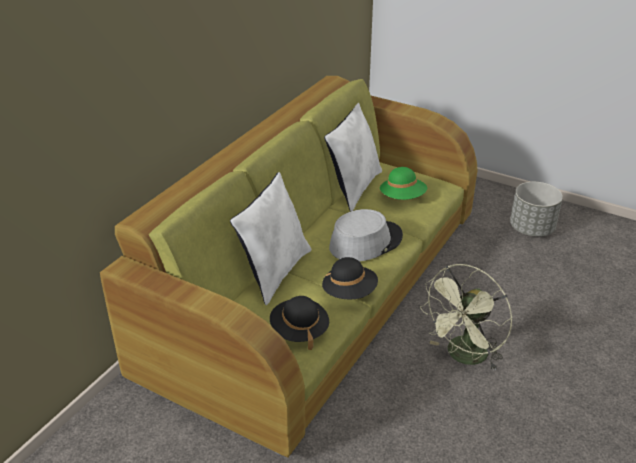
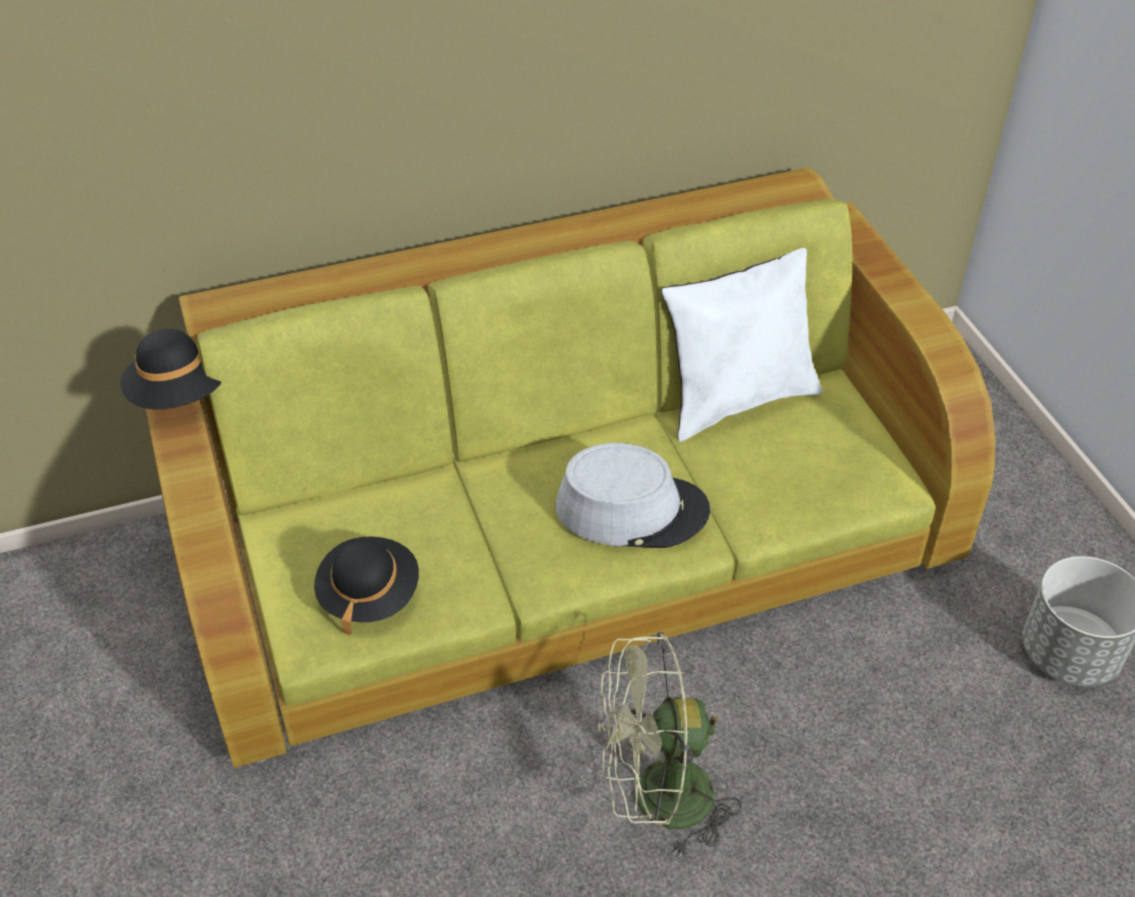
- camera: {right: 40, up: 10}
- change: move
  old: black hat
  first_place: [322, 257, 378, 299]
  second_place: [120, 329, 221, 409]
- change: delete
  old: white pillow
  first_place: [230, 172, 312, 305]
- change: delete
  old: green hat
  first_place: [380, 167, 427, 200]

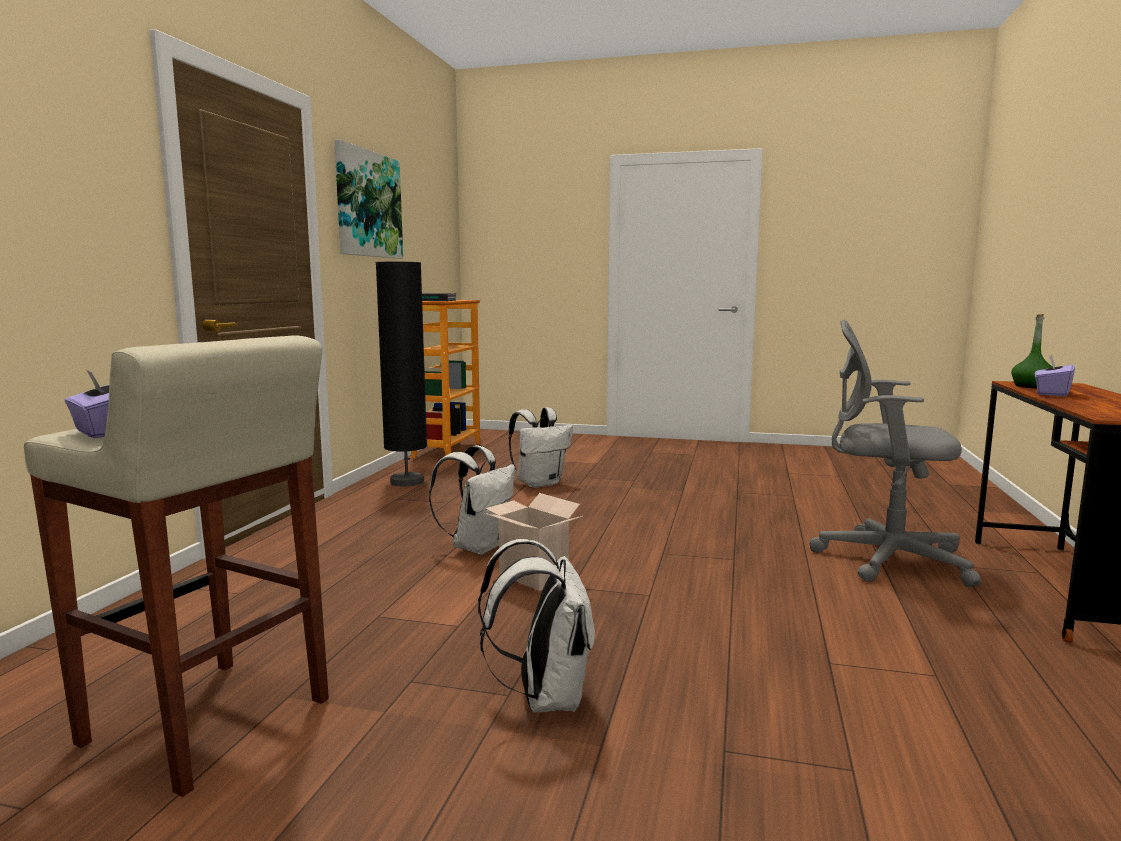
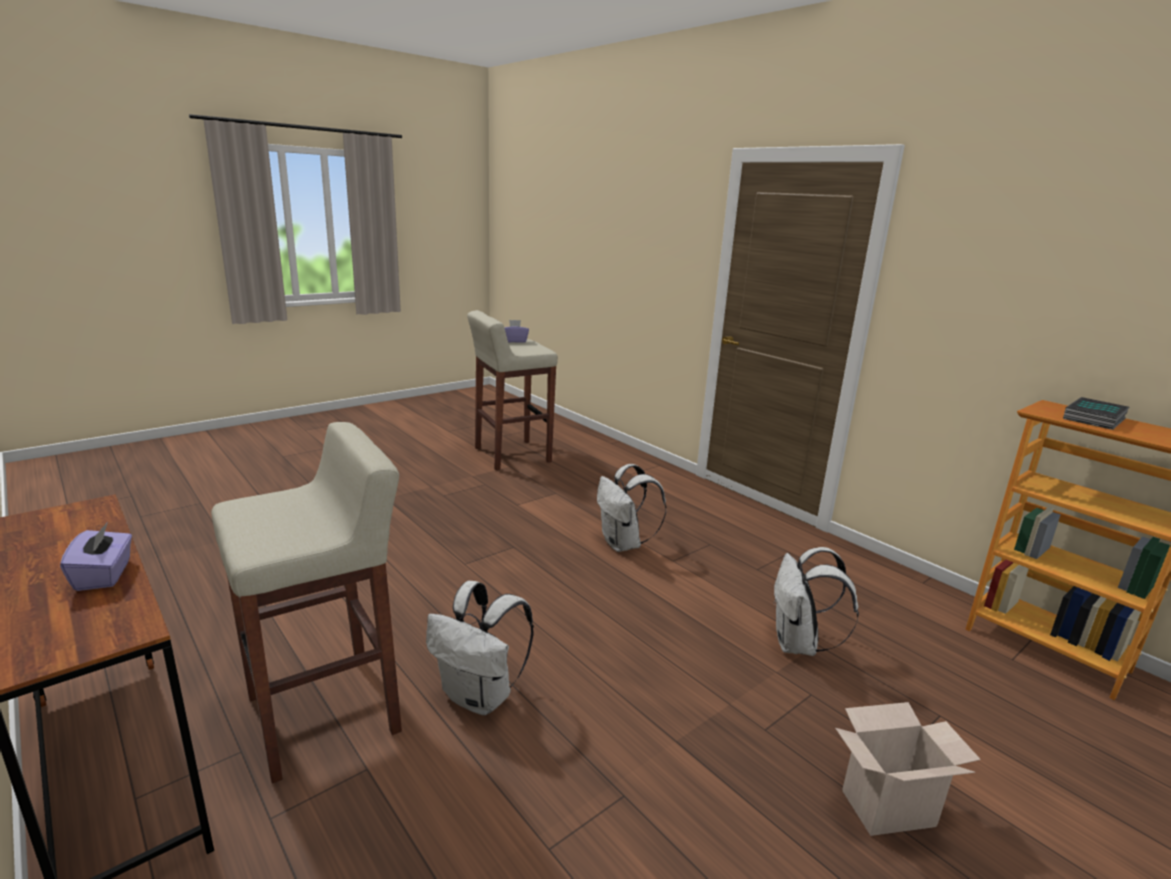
- camera: {right: 125, up: 10}
- change: replace
  old: grey office chair
  new: beige stool
  first_place: [809, 319, 981, 587]
  second_place: [211, 422, 402, 784]
- change: move
  old: white backpack
  first_place: [478, 539, 595, 713]
  second_place: [426, 581, 534, 715]
- change: move
  old: cardboard box
  first_place: [484, 493, 583, 591]
  second_place: [835, 702, 981, 836]
- change: delete
  old: picture
  first_place: [334, 140, 403, 259]
- change: delete
  old: black floor lamp
  first_place: [376, 262, 427, 486]
- change: delete
  old: green bottle
  first_place: [1011, 314, 1053, 388]

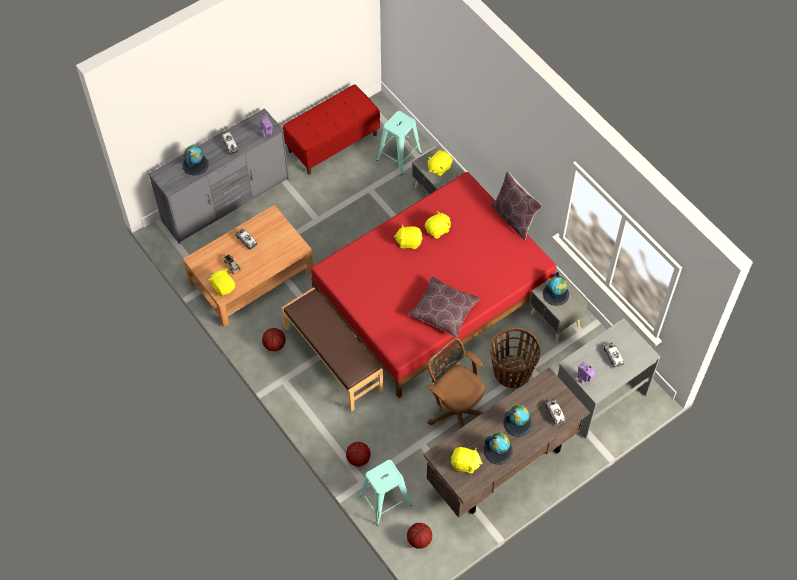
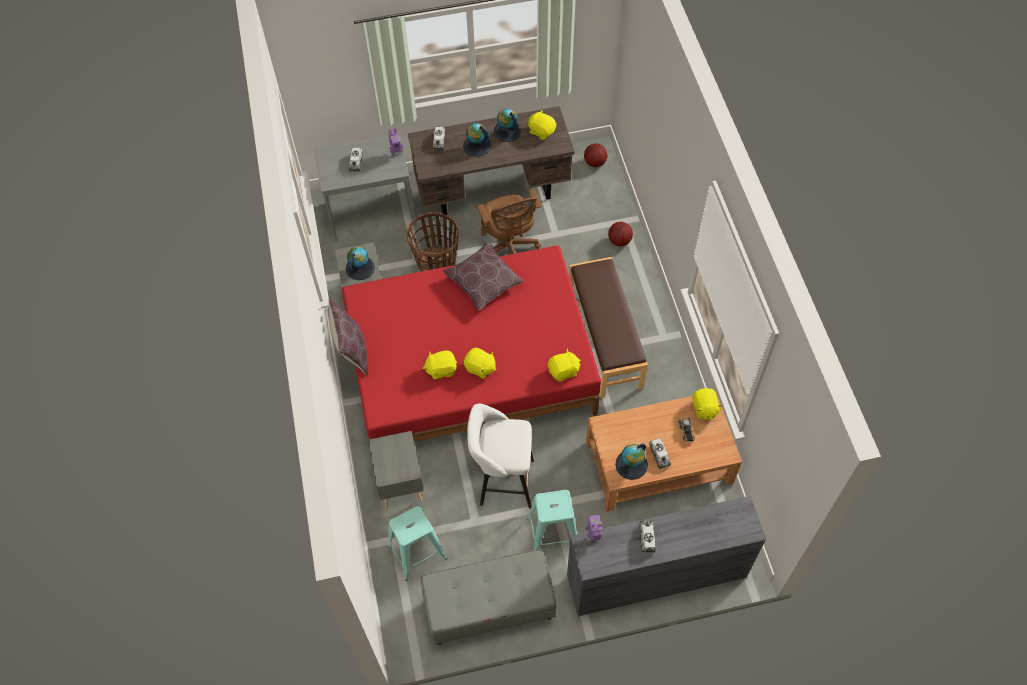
- camera: {right: -155, up: 0}
- change: recolor
  old: red bench
  new: grey bench
  first_place: [283, 85, 380, 175]
  second_place: [421, 549, 556, 645]
- change: insert
  new: white stool
  second_place: [467, 404, 534, 509]
- change: move
  old: turquoise stool
  first_place: [358, 460, 411, 526]
  second_place: [527, 490, 577, 550]
- change: move
  old: yellow plush toy
  first_place: [427, 150, 453, 176]
  second_place: [548, 349, 581, 382]
- change: move
  old: globe
  first_place: [183, 145, 209, 176]
  second_place: [615, 443, 648, 480]
- change: delete
  old: basketball
  first_place: [262, 328, 286, 351]

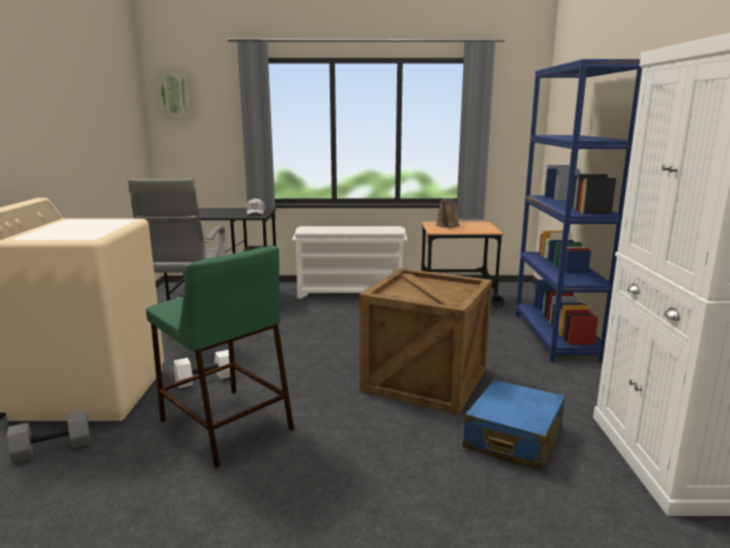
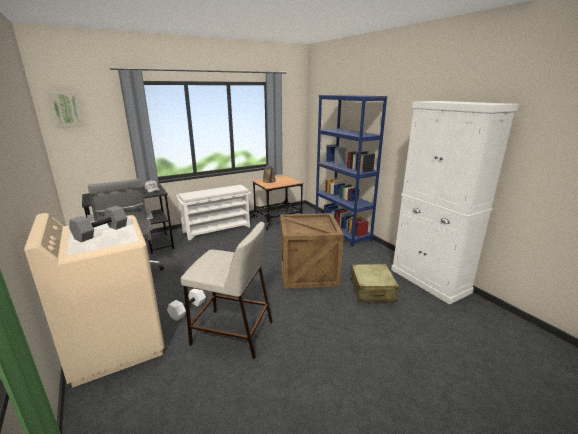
- camera: {right: -30, up: 5}
- change: move
  old: grey dumbbell
  first_place: [7, 410, 91, 463]
  second_place: [69, 206, 127, 242]
- change: recolor
  old: green stool
  new: beige stool
  first_place: [146, 246, 294, 468]
  second_place: [181, 222, 273, 359]
- change: recolor
  old: blue suitcase
  new: beige suitcase
  first_place: [463, 380, 565, 471]
  second_place: [351, 264, 399, 302]

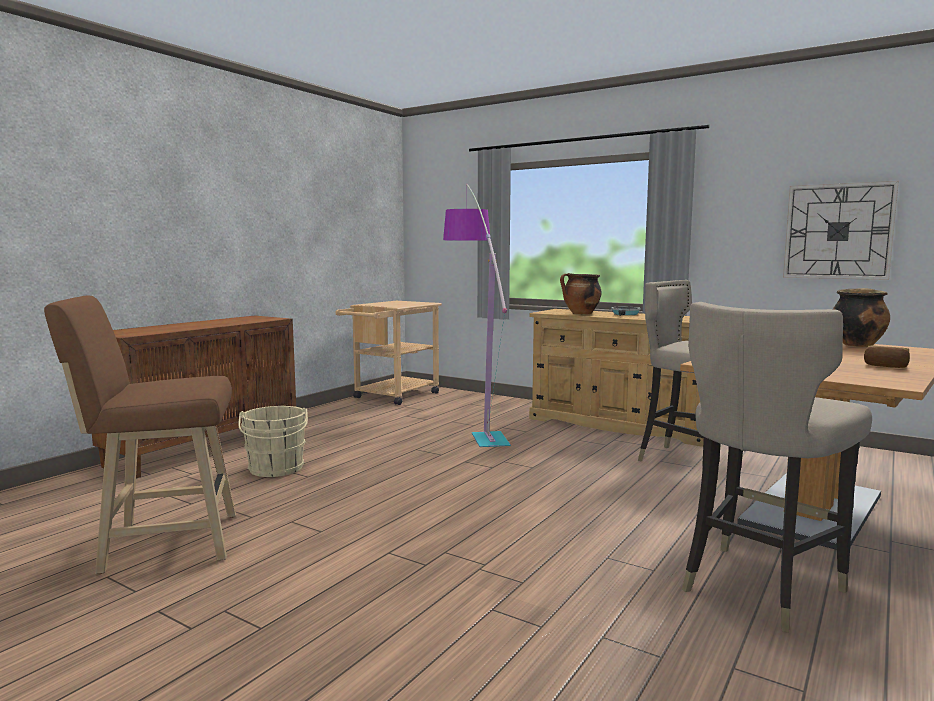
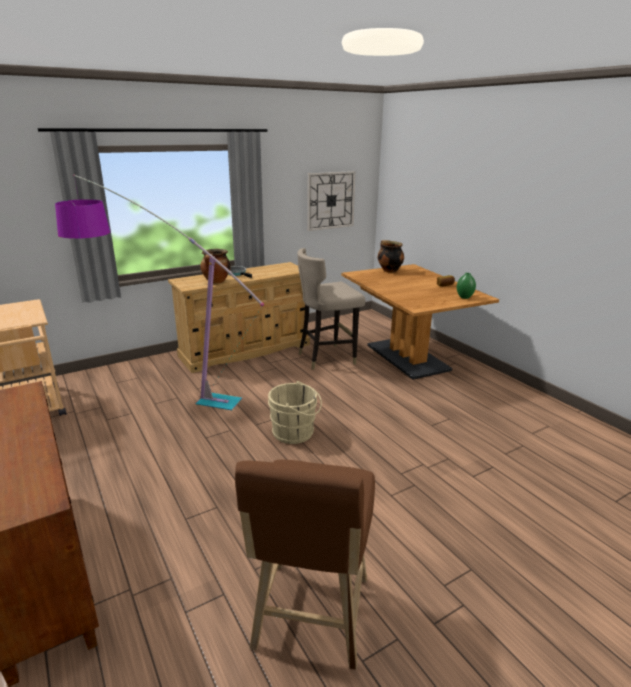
- camera: {right: -65, up: 15}
- change: move
  old: beige bucket
  first_place: [238, 406, 308, 477]
  second_place: [268, 381, 322, 444]
- change: insert
  new: green vase
  second_place: [457, 273, 476, 299]
- change: delete
  old: beige stool
  first_place: [682, 302, 872, 633]

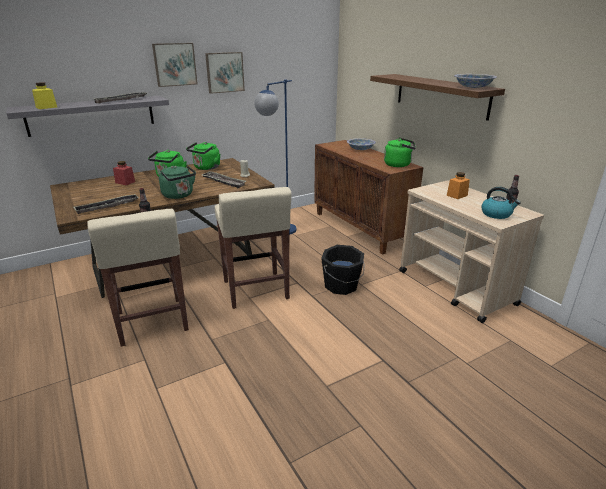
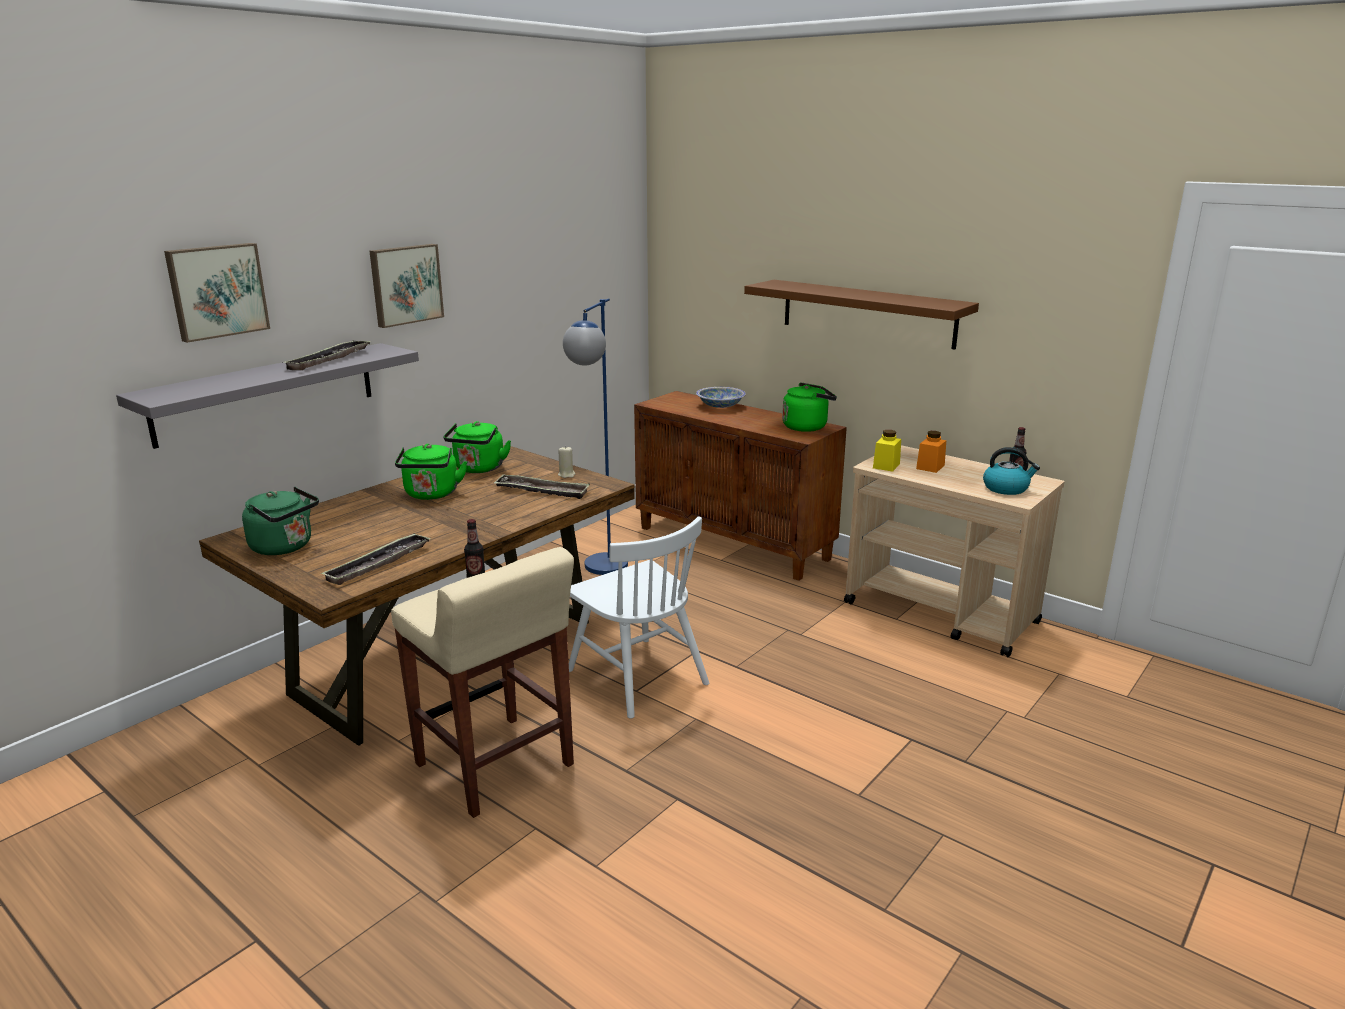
- camera: {right: -20, up: -5}
- change: move
  old: picture
  first_place: [205, 52, 245, 94]
  second_place: [164, 243, 270, 343]
- change: move
  old: green kettle
  first_place: [159, 165, 196, 199]
  second_place: [242, 487, 319, 555]
- change: replace
  old: beige stool
  new: white chair
  first_place: [215, 187, 292, 309]
  second_place: [569, 516, 709, 719]
- change: move
  old: yellow jar
  first_place: [32, 82, 57, 109]
  second_place: [873, 430, 901, 472]
- change: delete
  old: red jar
  first_place: [113, 161, 135, 185]
- change: delete
  old: black bucket
  first_place: [321, 245, 365, 295]
- change: delete
  old: bowl
  first_place: [454, 74, 497, 88]

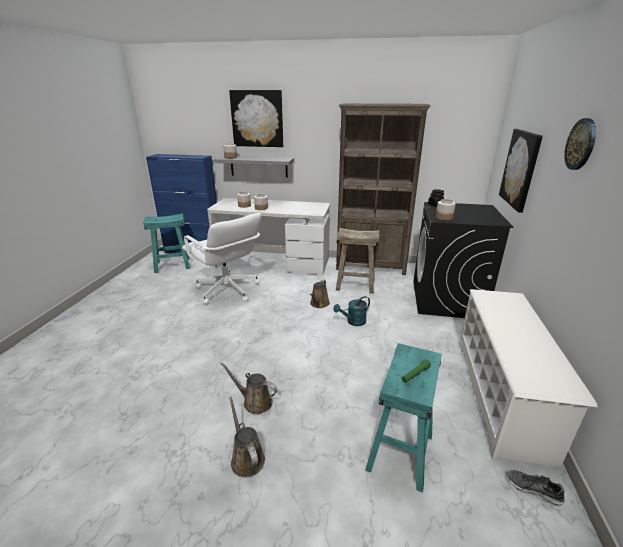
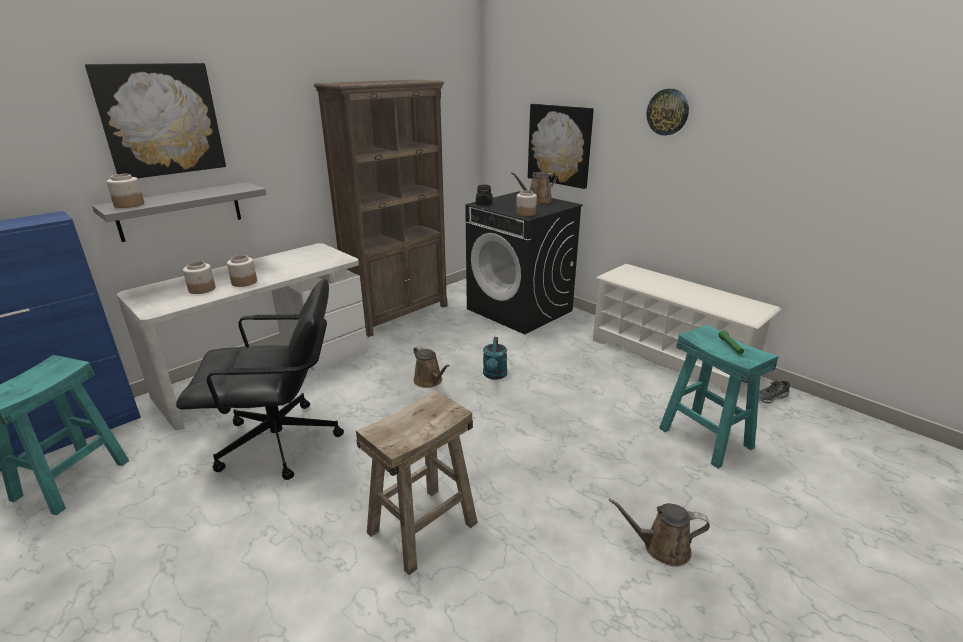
- camera: {right: -55, up: 0}
- change: recolor
  old: white office chair
  new: black office chair
  first_place: [182, 213, 261, 304]
  second_place: [176, 279, 344, 480]
- change: move
  old: beige stool
  first_place: [336, 228, 380, 294]
  second_place: [356, 390, 478, 575]
- change: move
  old: brown watering can
  first_place: [220, 362, 277, 414]
  second_place: [511, 172, 557, 204]

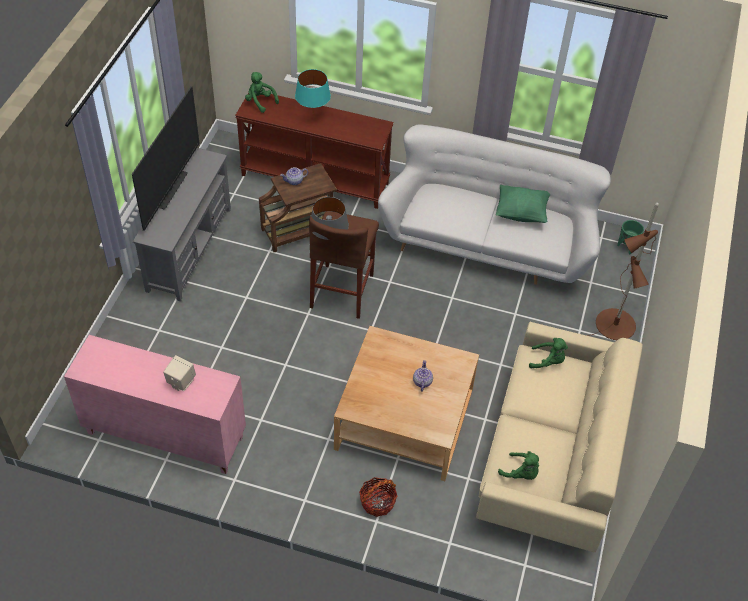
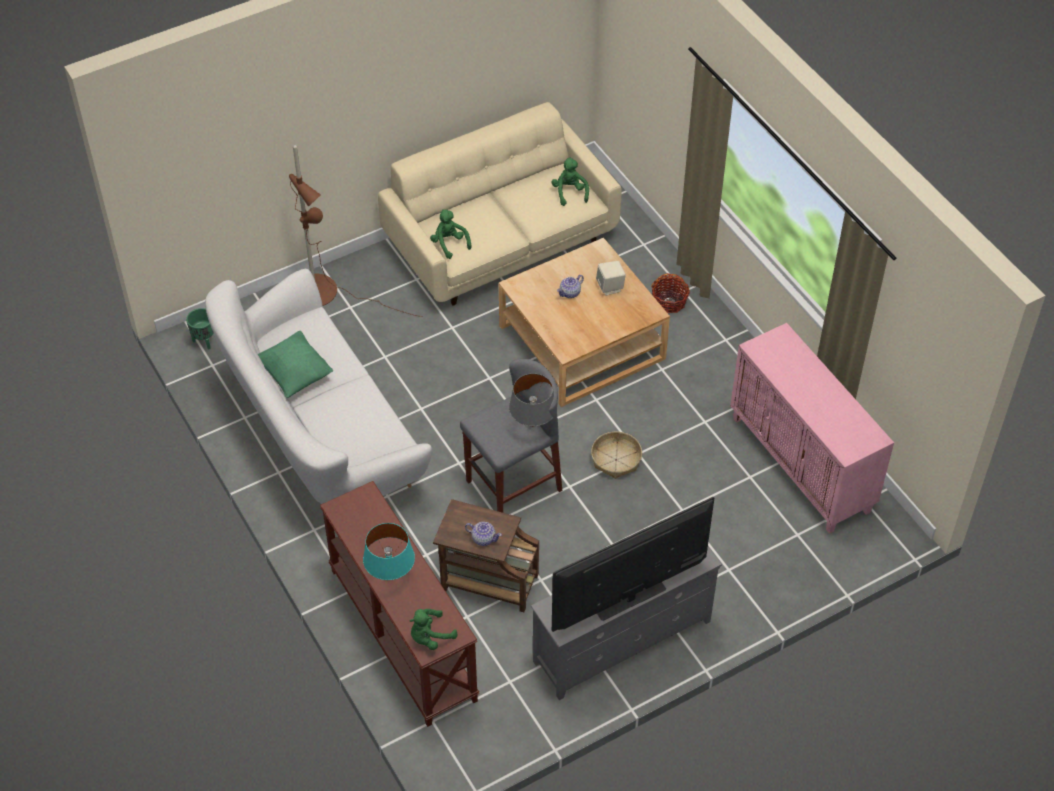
- camera: {right: -135, up: 0}
- change: rotate
  old: green plush toy
  first_place: [245, 72, 279, 113]
  second_place: [410, 609, 458, 650]
  degrees: 60
- change: recolor
  old: brown stool
  new: grey stool
  first_place: [309, 211, 379, 319]
  second_place: [460, 359, 562, 513]
- change: insert
  new: basket
  second_place: [591, 432, 642, 479]
- change: move
  old: beige speaker
  first_place: [163, 355, 196, 391]
  second_place: [596, 261, 626, 296]

